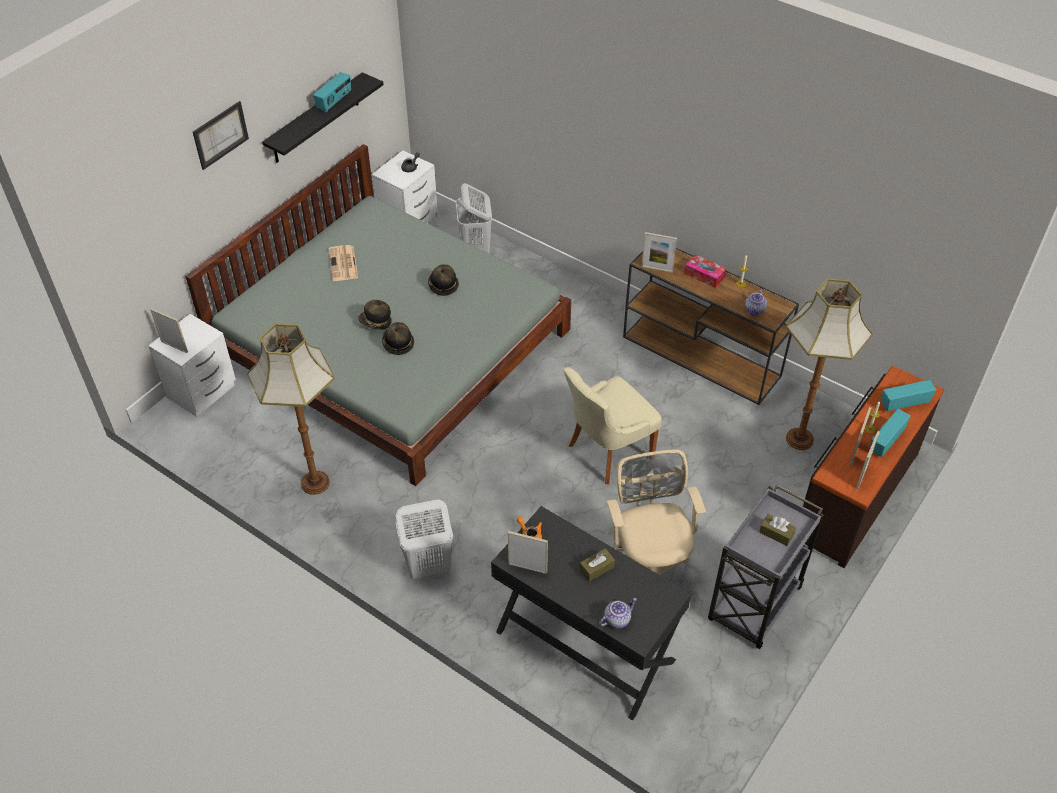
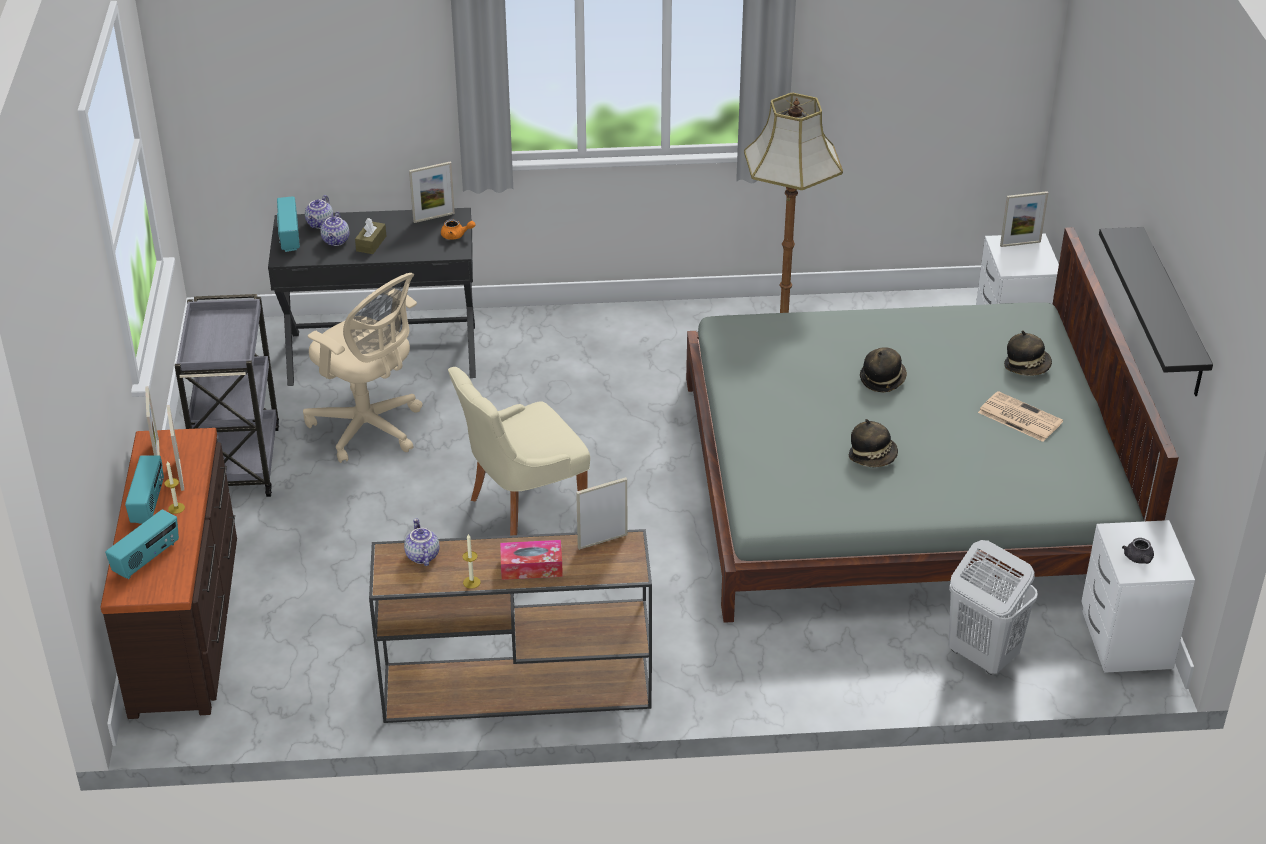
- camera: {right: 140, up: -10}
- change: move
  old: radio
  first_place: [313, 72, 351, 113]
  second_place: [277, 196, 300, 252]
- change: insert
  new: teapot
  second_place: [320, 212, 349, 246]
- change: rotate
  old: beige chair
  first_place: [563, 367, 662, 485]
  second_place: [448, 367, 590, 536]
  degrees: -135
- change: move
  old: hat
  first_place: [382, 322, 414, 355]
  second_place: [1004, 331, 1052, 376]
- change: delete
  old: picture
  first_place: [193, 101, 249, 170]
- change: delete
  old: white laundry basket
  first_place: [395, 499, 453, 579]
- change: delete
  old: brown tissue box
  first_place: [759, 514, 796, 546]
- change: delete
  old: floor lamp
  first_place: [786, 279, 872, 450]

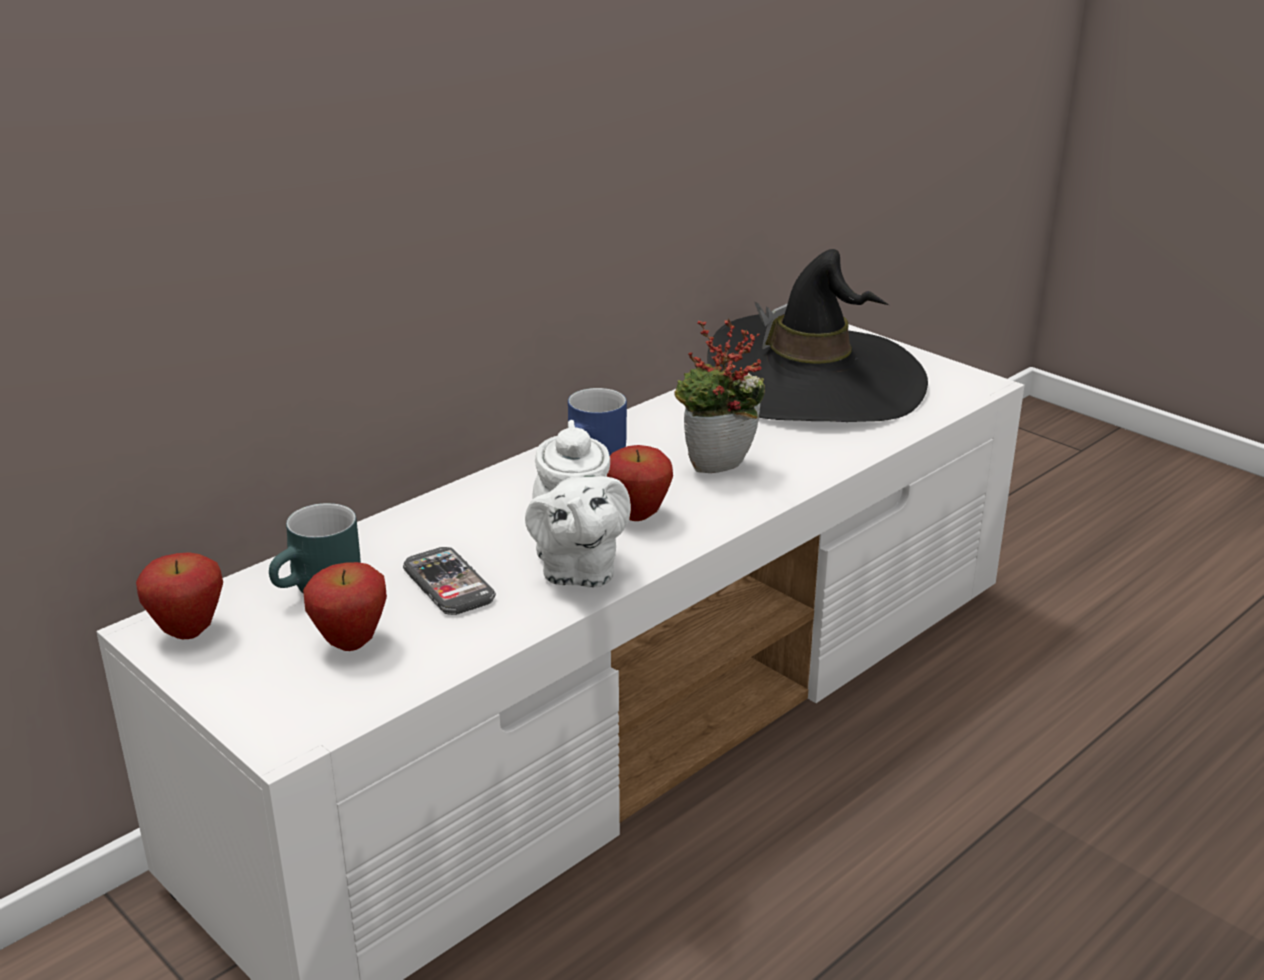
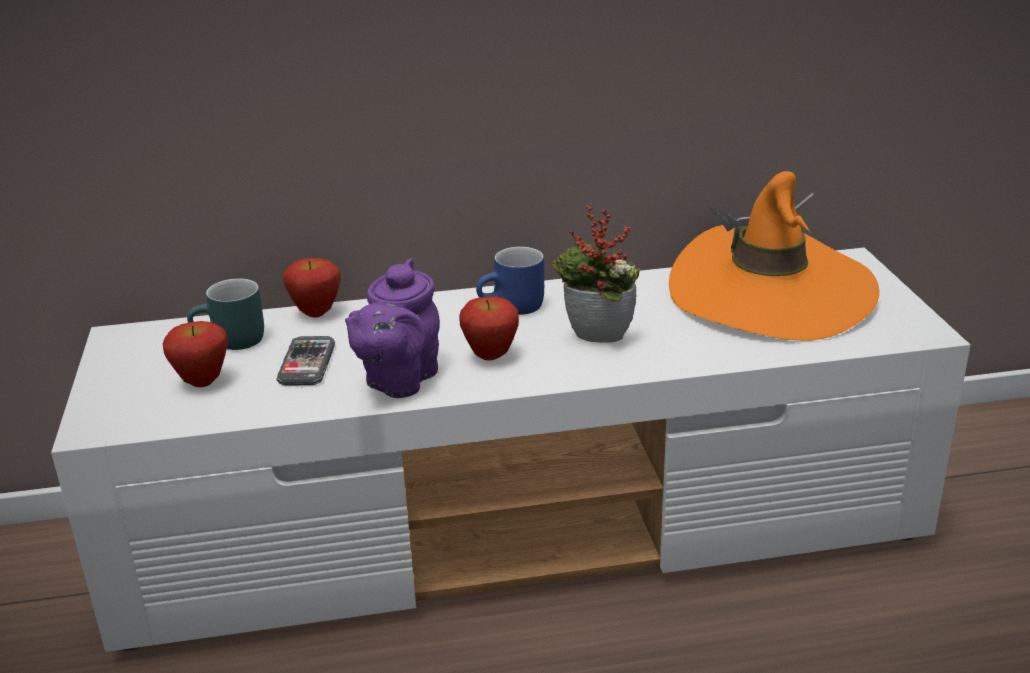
- camera: {right: 35, up: 0}
- change: move
  old: apple
  first_place: [136, 552, 223, 639]
  second_place: [283, 258, 341, 318]
- change: recolor
  old: white teapot
  new: purple teapot
  first_place: [525, 420, 631, 587]
  second_place: [345, 259, 440, 398]
- change: recolor
  old: black hat
  new: orange hat
  first_place: [707, 249, 928, 422]
  second_place: [669, 171, 880, 341]

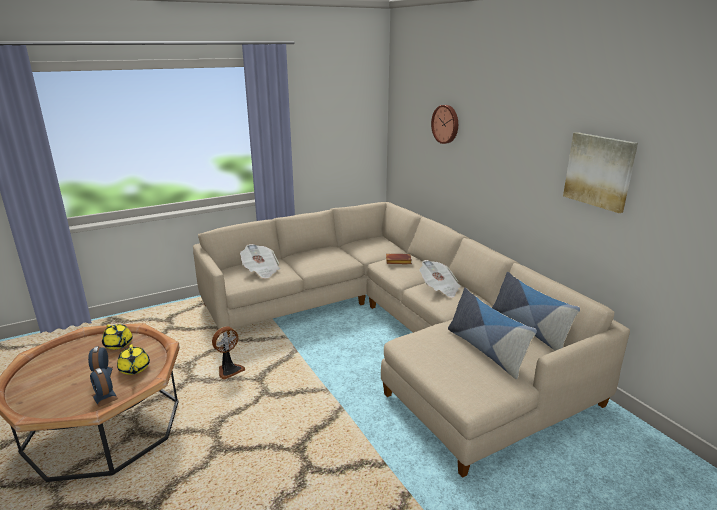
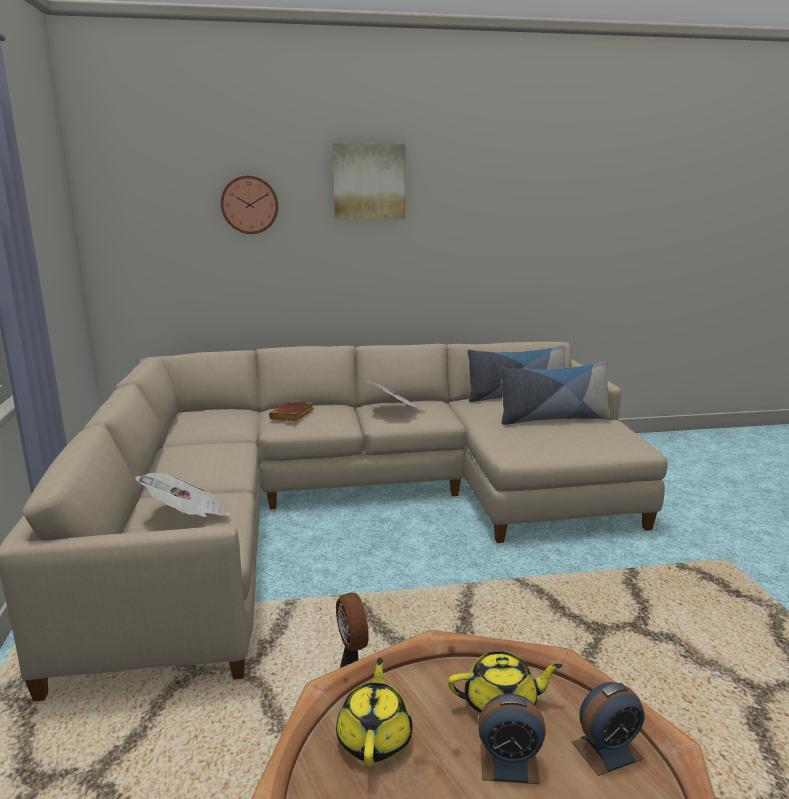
- camera: {right: -70, up: -5}
- change: move
  old: picture
  first_place: [563, 132, 638, 213]
  second_place: [333, 143, 406, 219]
- change: rotate
  old: yellow teapot
  first_place: [102, 324, 133, 350]
  second_place: [336, 658, 412, 766]
  degrees: -60

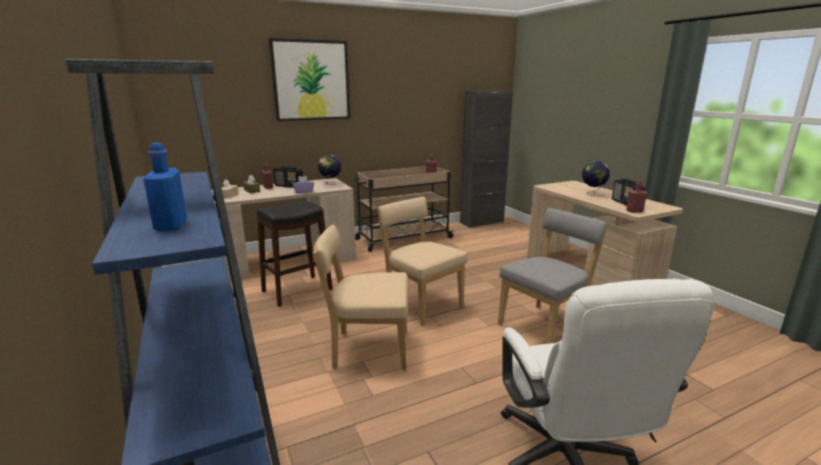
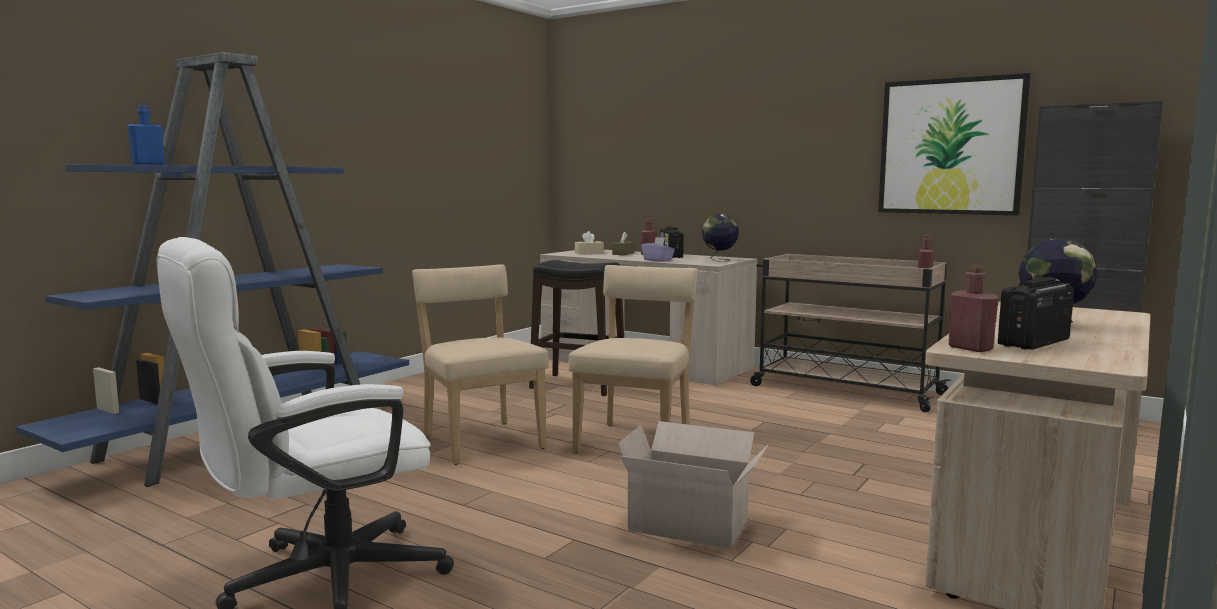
- camera: {right: 60, up: -10}
- change: replace
  old: grey chair
  new: cardboard box
  first_place: [498, 208, 608, 344]
  second_place: [618, 421, 768, 549]
- change: move
  old: picture
  first_place: [269, 38, 350, 121]
  second_place: [878, 73, 1031, 215]

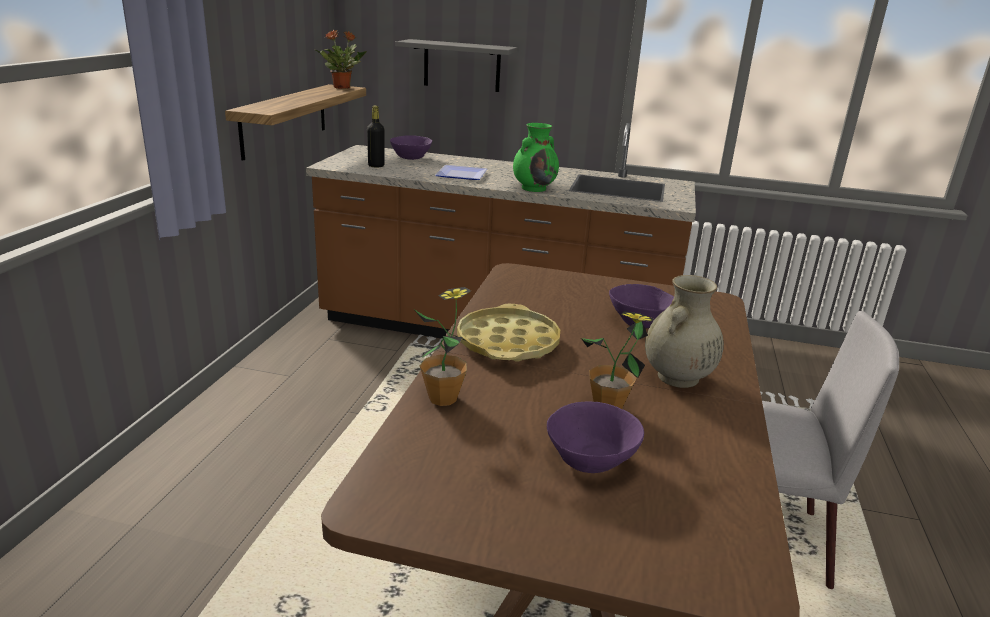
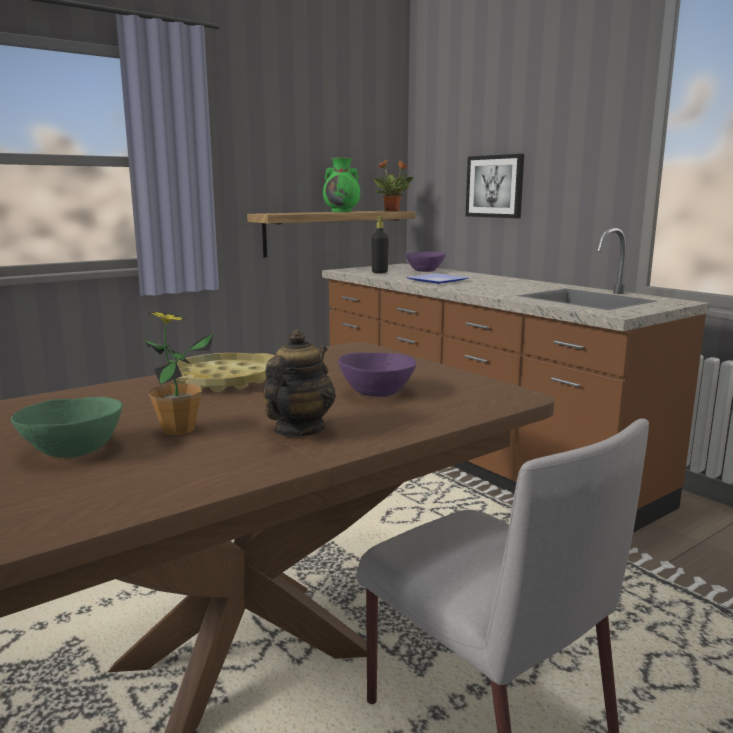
- camera: {right: 40, up: -10}
- change: recolor
  old: purple bowl
  new: green bowl
  first_place: [547, 402, 644, 473]
  second_place: [11, 397, 123, 458]
- change: replace
  old: beige vase
  new: teapot
  first_place: [645, 275, 724, 388]
  second_place: [263, 329, 336, 437]
- change: move
  old: green vase
  first_place: [513, 123, 559, 192]
  second_place: [323, 158, 360, 212]
- change: replace
  old: grey shelf
  new: picture
  first_place: [395, 39, 518, 92]
  second_place: [466, 154, 524, 218]
- change: delete
  old: potted plant
  first_place: [415, 287, 471, 406]

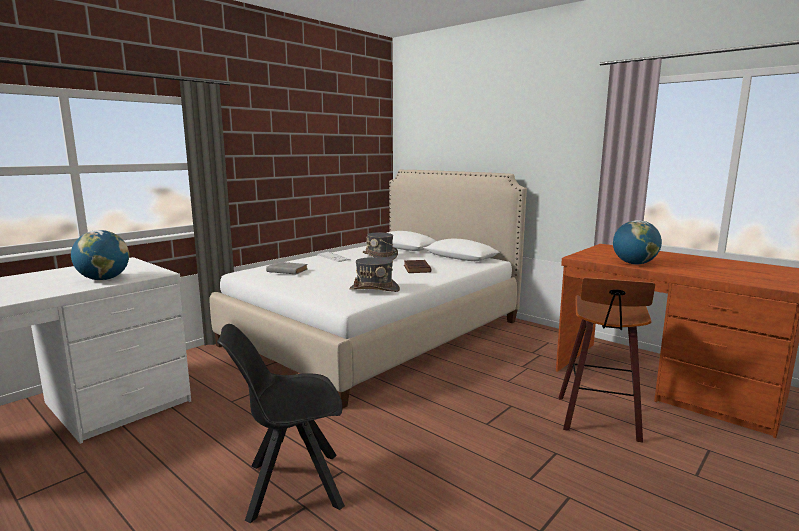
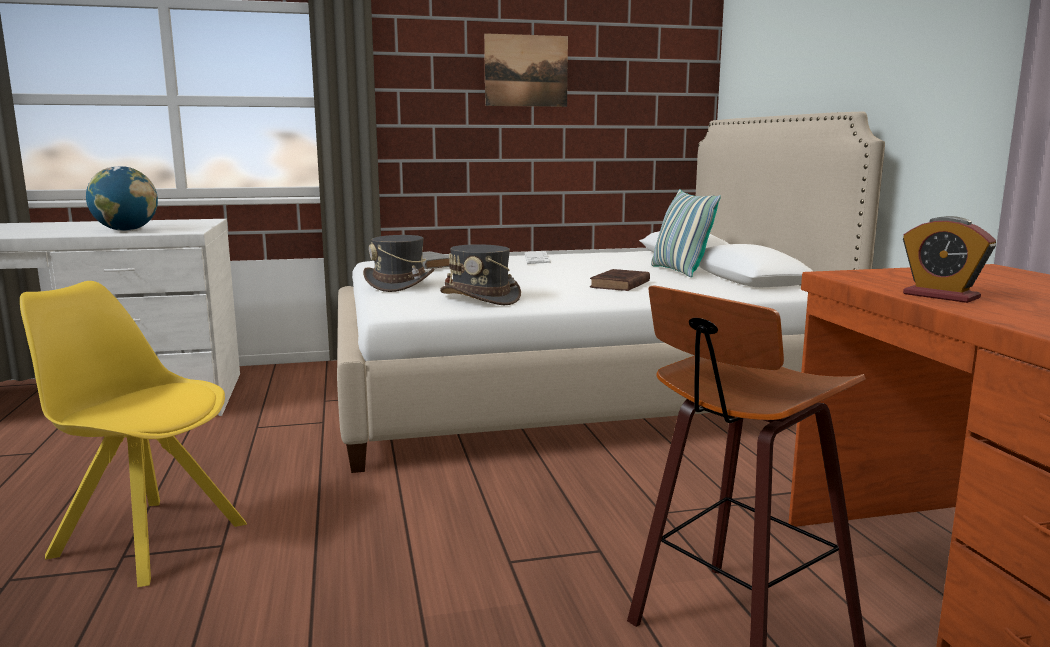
- camera: {right: 35, up: 0}
- change: recolor
  old: black chair
  new: yellow chair
  first_place: [217, 324, 345, 523]
  second_place: [20, 281, 247, 587]
- change: move
  old: grey hat
  first_place: [363, 233, 398, 260]
  second_place: [363, 235, 434, 292]
- change: insert
  new: picture
  second_place: [484, 33, 568, 107]
- change: insert
  new: pillow
  second_place: [651, 189, 721, 277]
- change: replace
  old: globe
  new: alarm clock
  first_place: [613, 220, 662, 264]
  second_place: [903, 216, 996, 303]

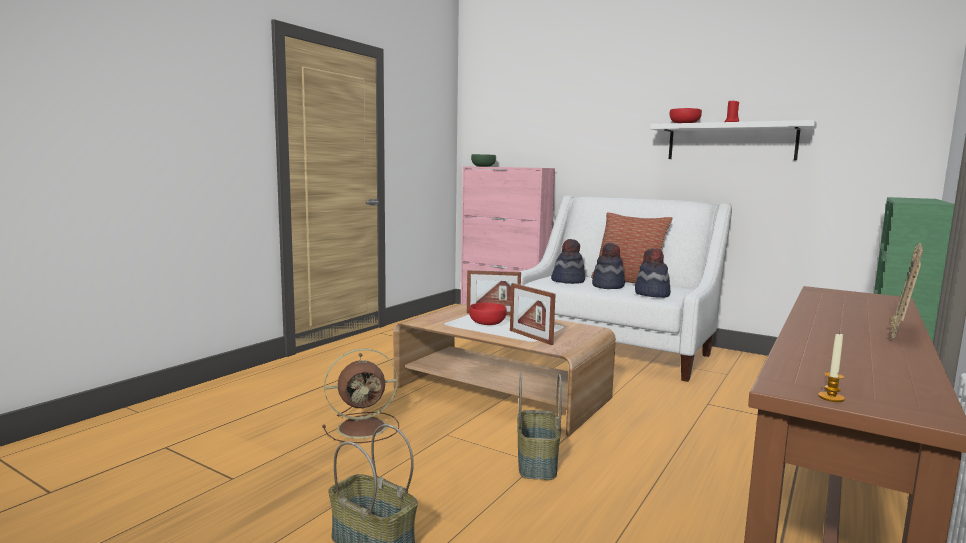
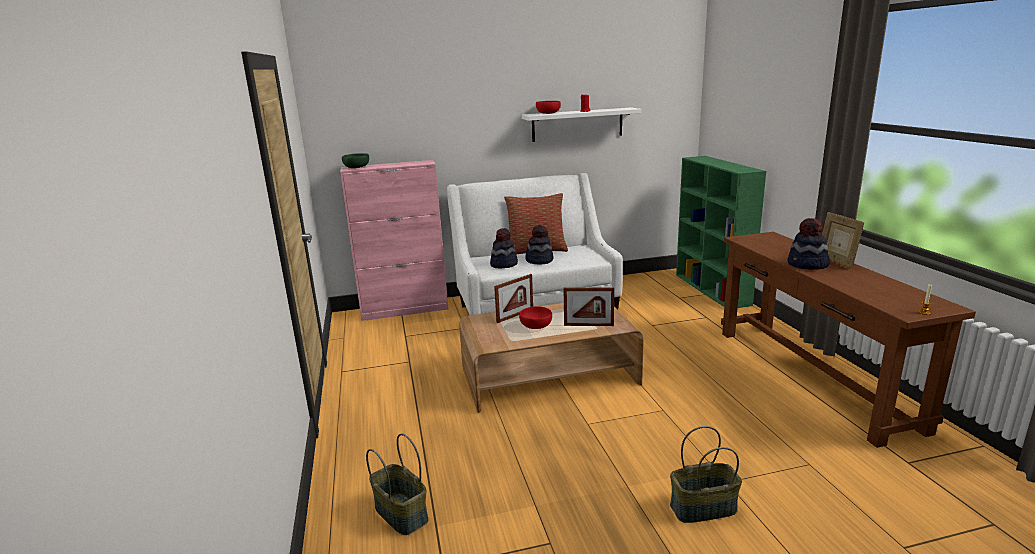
- camera: {right: -45, up: 10}
- change: move
  old: basket
  first_place: [517, 373, 562, 480]
  second_place: [366, 434, 429, 535]
- change: move
  old: hat
  first_place: [635, 248, 671, 298]
  second_place: [787, 218, 830, 270]
- change: delete
  old: brown fan
  first_place: [322, 348, 399, 443]

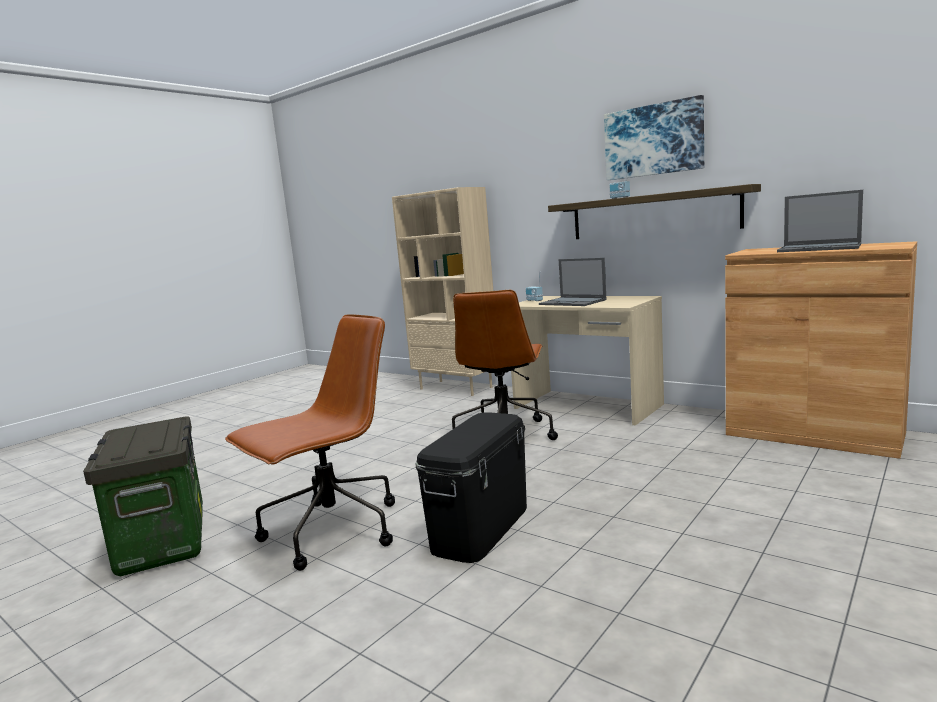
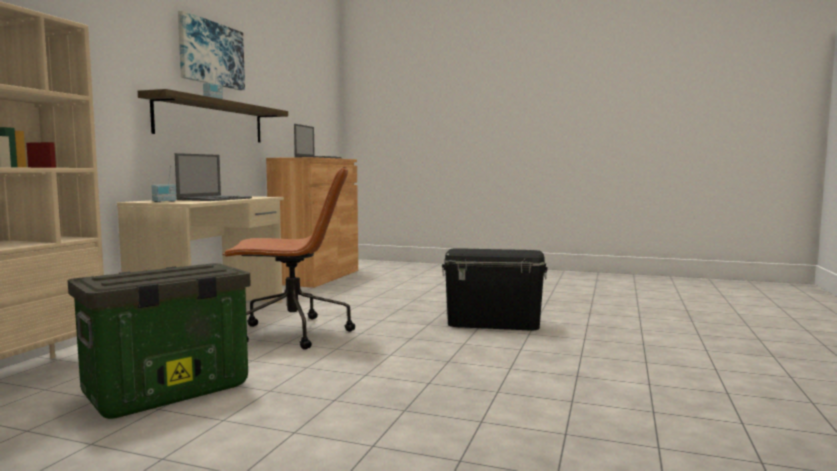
- camera: {right: -110, up: -5}
- change: move
  old: storage box
  first_place: [83, 417, 203, 576]
  second_place: [68, 263, 251, 419]
- change: delete
  old: brown office chair
  first_place: [225, 314, 395, 571]

